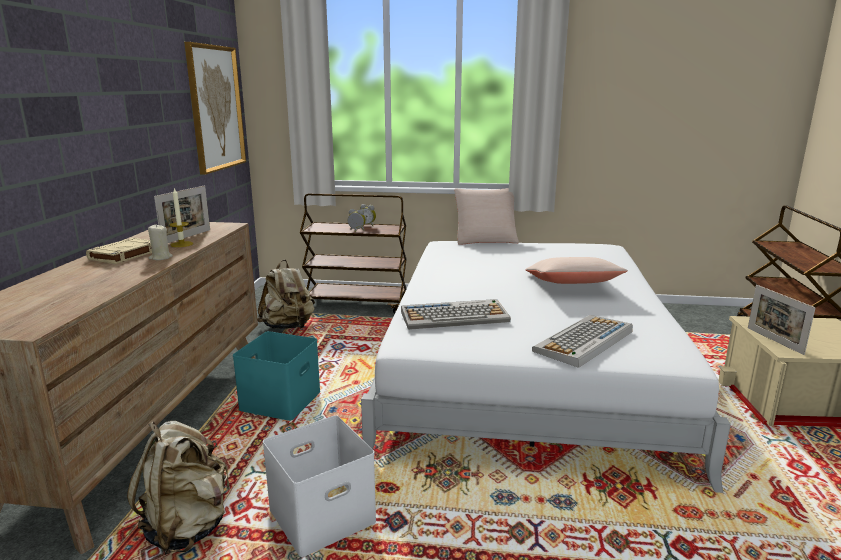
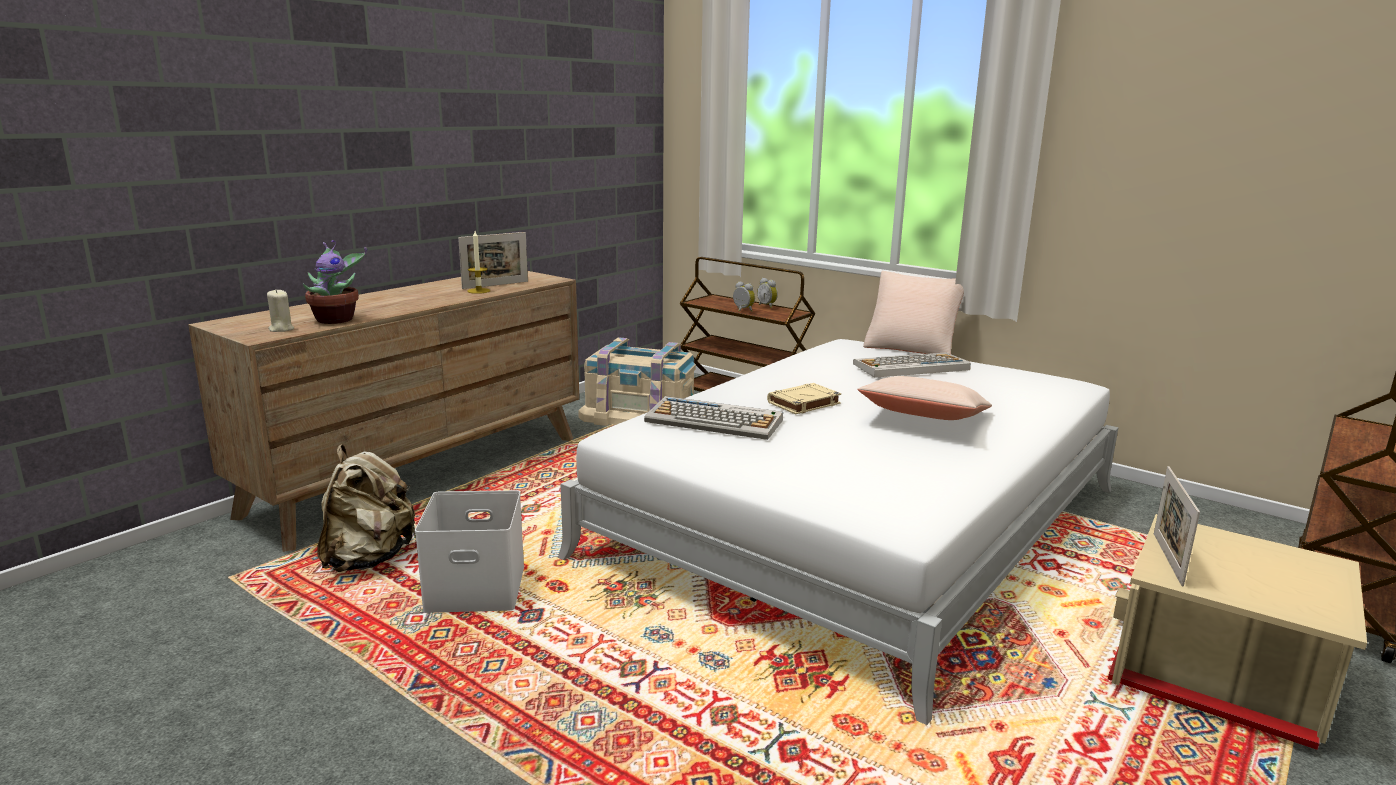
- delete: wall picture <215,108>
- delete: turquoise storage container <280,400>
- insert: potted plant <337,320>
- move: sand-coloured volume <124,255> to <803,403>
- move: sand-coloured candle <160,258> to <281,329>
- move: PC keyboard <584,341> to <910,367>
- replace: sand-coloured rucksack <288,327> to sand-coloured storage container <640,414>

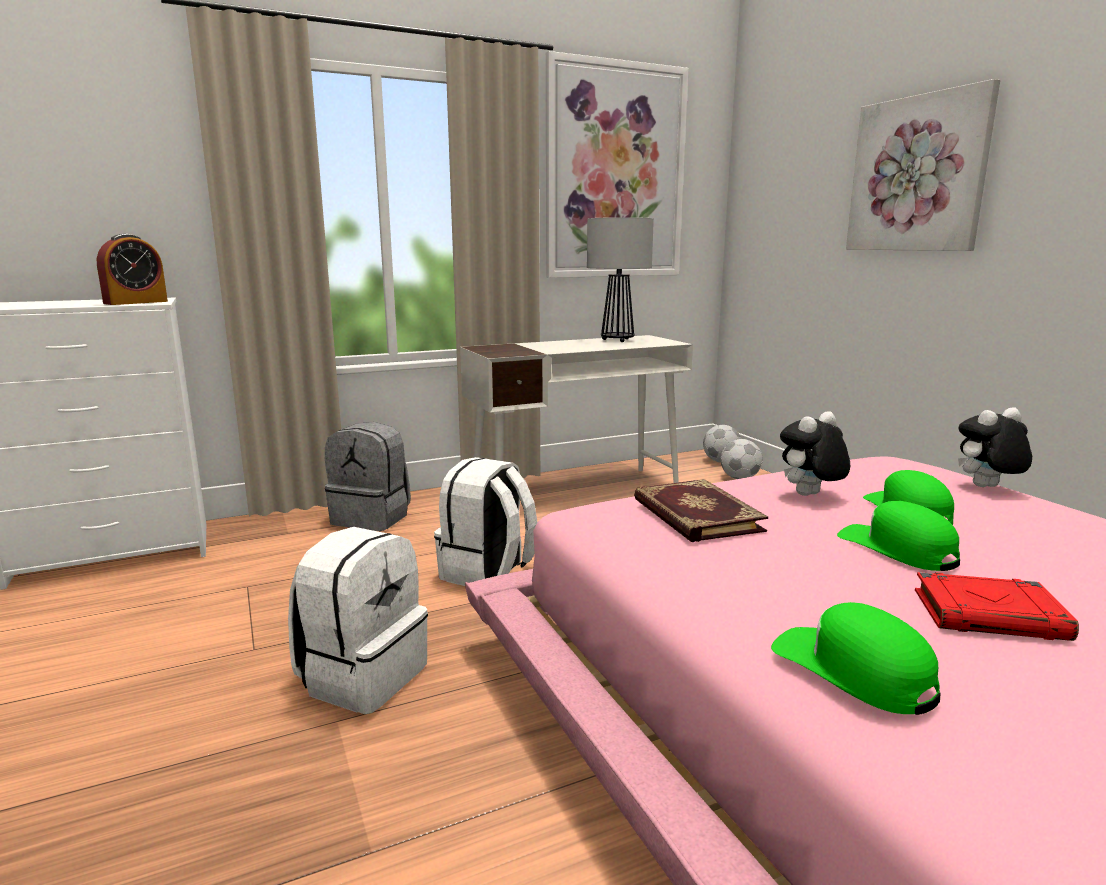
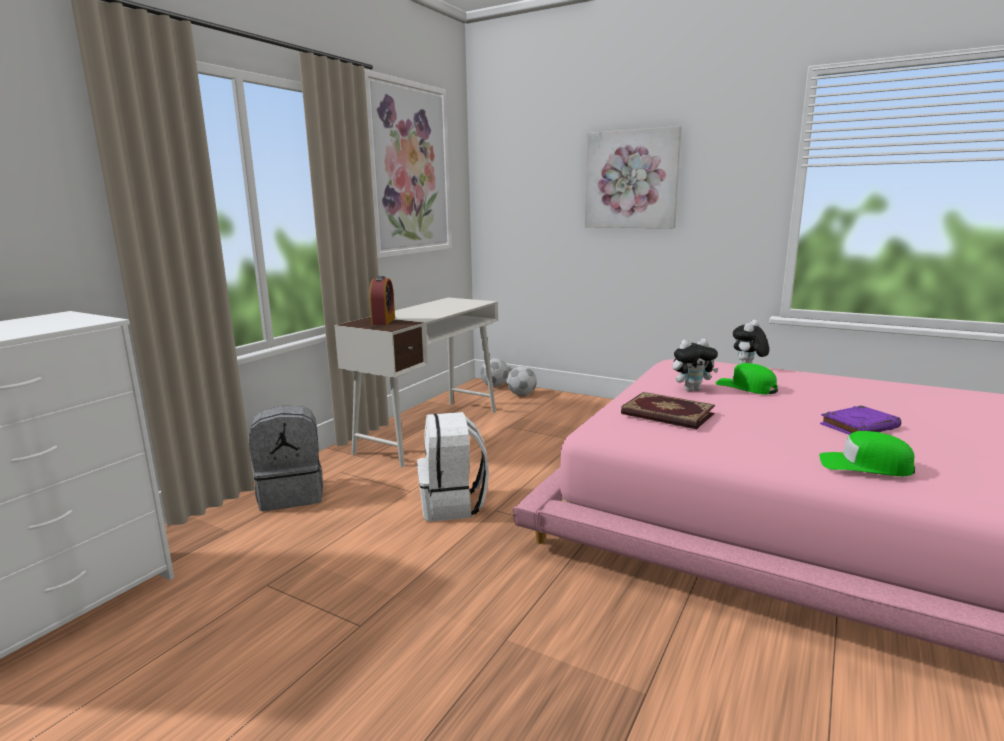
- delete: white rucksack <363,676>
- delete: tabletop lamp <617,340>
- delete: green-coloured cap <897,548>
- move: bedside clock <136,302> to <383,321>
- recolor: red-coloured volume <990,615> to purple-coloured volume <859,426>
- rotate: cuddly toy <810,496> = <692,389> 120 degrees counterclockwise

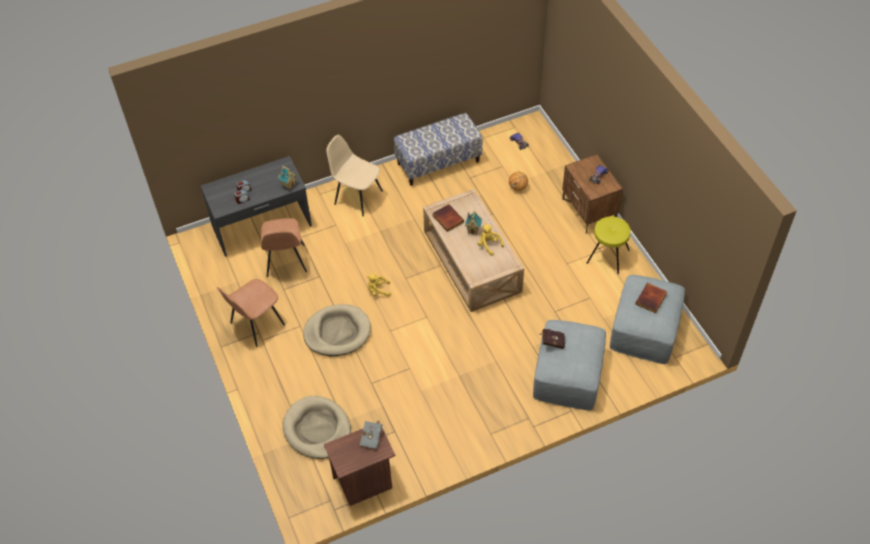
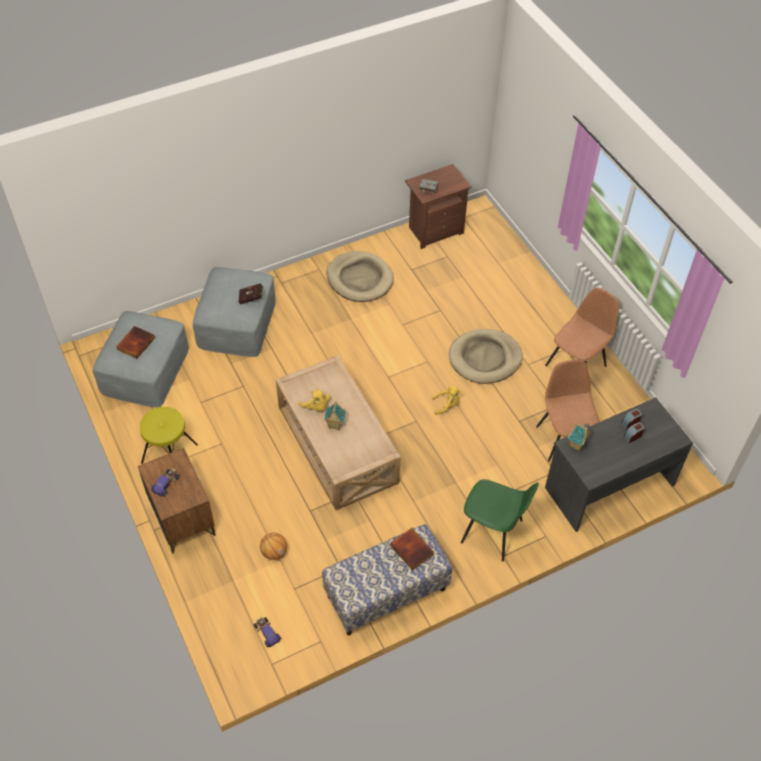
- move: sand-coloured dog cushion <317,429> to <360,279>
- move: volume <447,219> to <412,549>
- recolor: sand-coloured chair <357,197> to green-coloured chair <493,532>

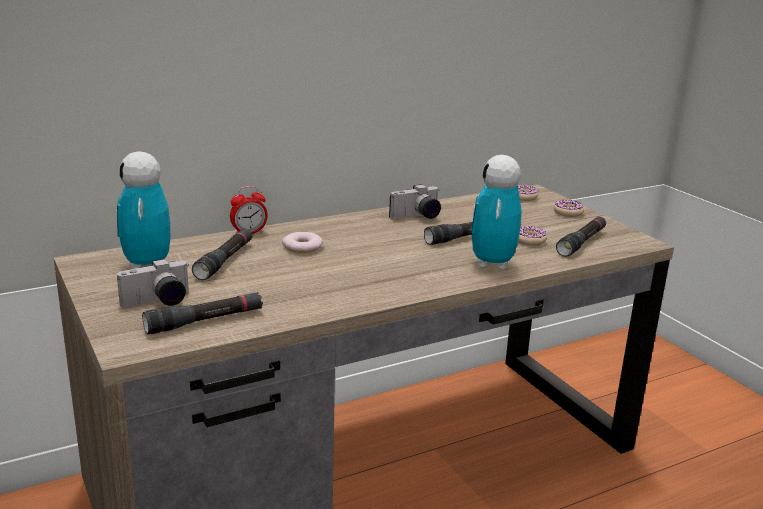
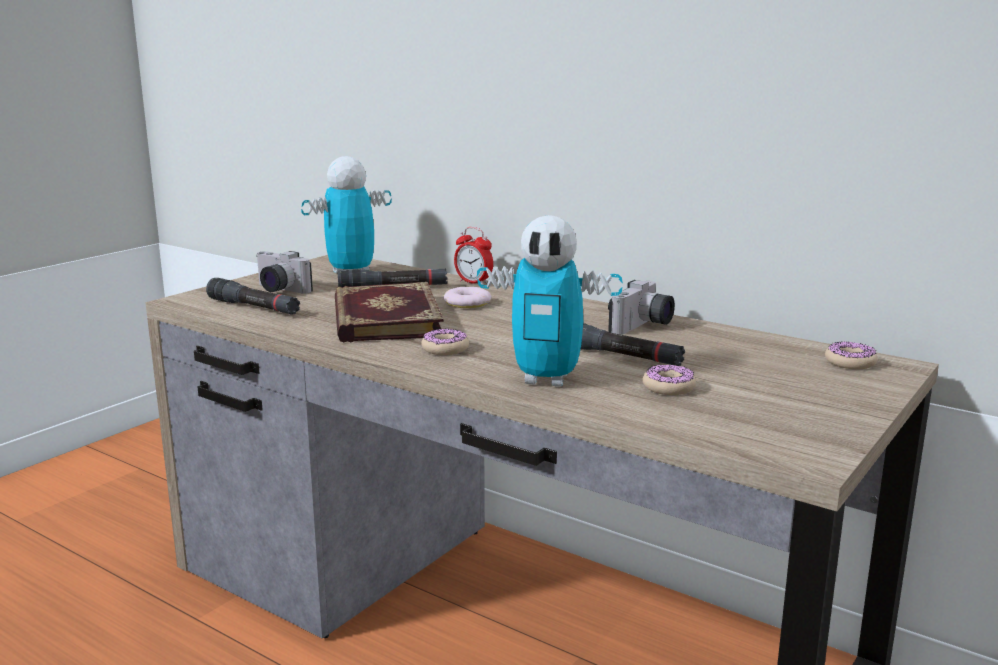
- delete: black-coloured hand torch <581,243>
- insert: volume <384,318>
- move: ring doughnut <568,212> to <445,349>
- rotate: photo camera <417,217> = <643,326> 90 degrees counterclockwise
- rotate: robot figure <492,263> = <546,379> 150 degrees counterclockwise

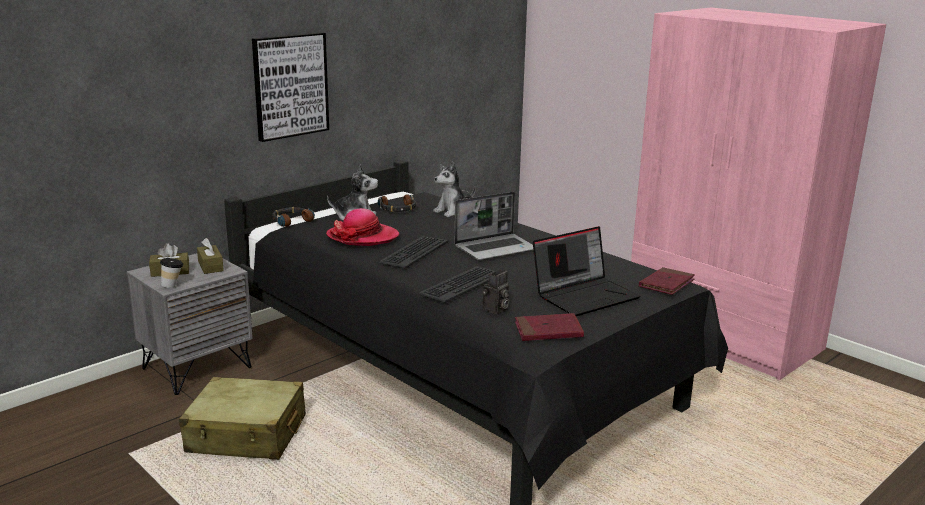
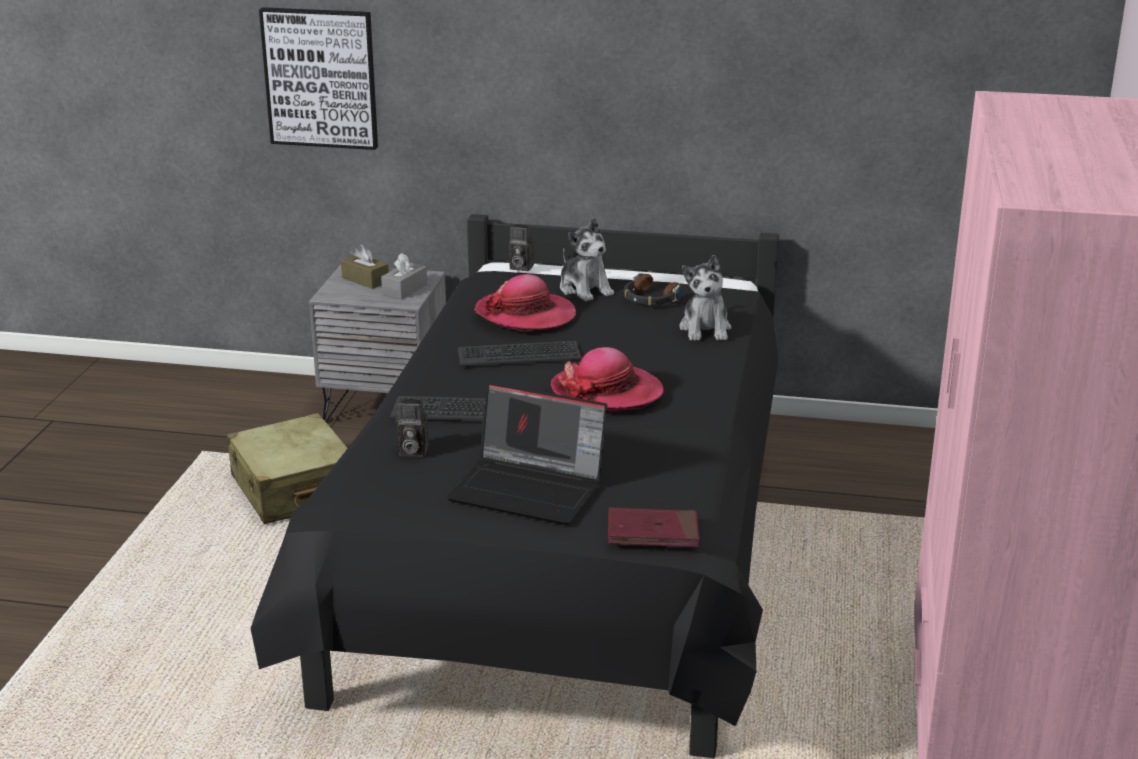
- delete: drinking cup <173,286>
- delete: red-coloured volume <548,331>
- move: wall picture <290,85> to <321,78>
- replace: pair of headphones <292,221> to photo camera <520,267>
- replace: portable computer <496,248> to clothing hat <606,392>
- recolor: brownish tissue box <210,266> to gray tissue box <404,289>
- rotate: cuddly toy <454,211> = <705,329> 105 degrees counterclockwise

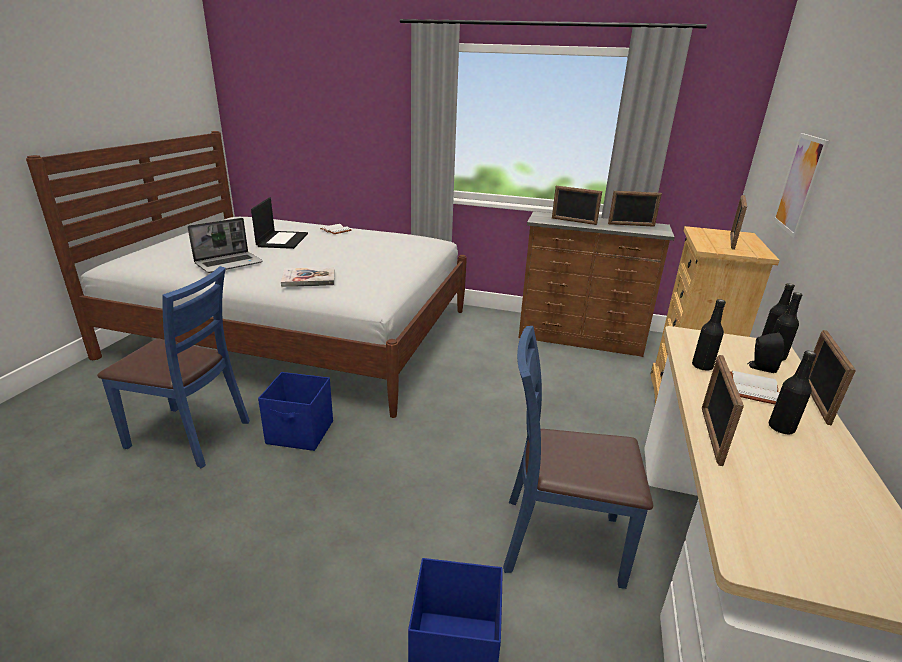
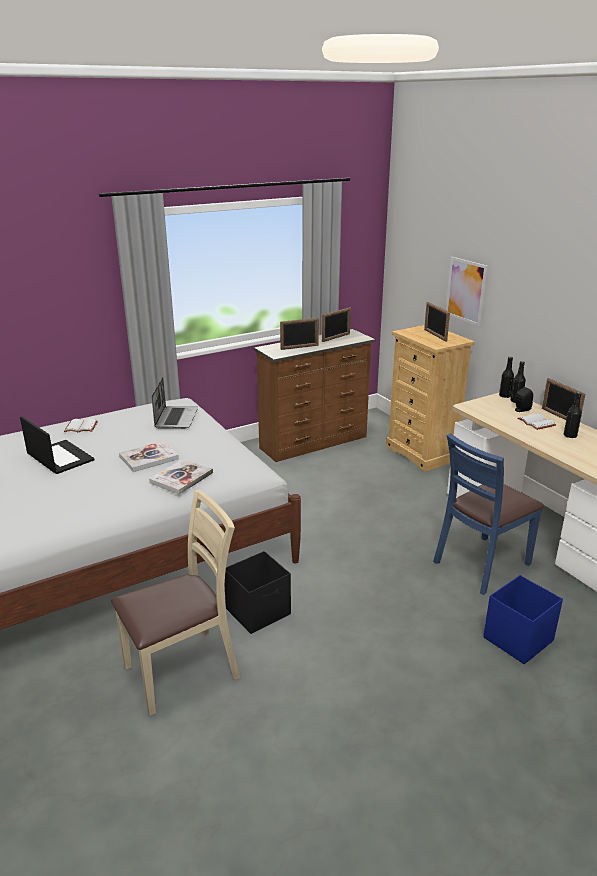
- delete: black-coloured beverage bottle <702,366>
- delete: picture frame <711,435>
- insert: volume <149,458>
- move: portable computer <229,263> to <176,418>
- recolor: blue chair <189,435> to sand-coloured chair <183,670>
- recolor: blue storage container <301,433> to black-coloured storage container <259,611>

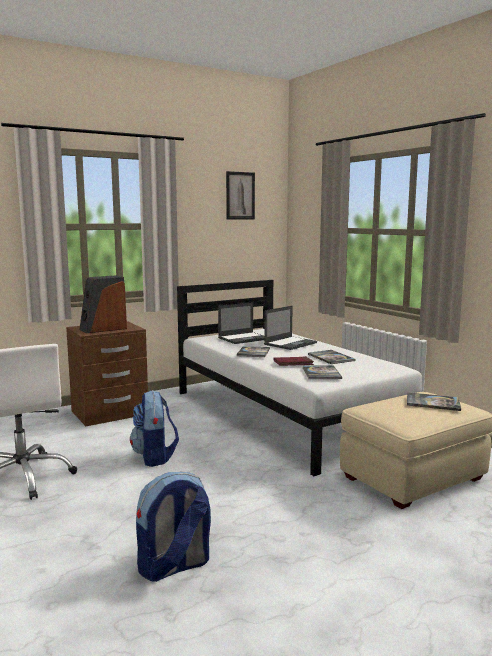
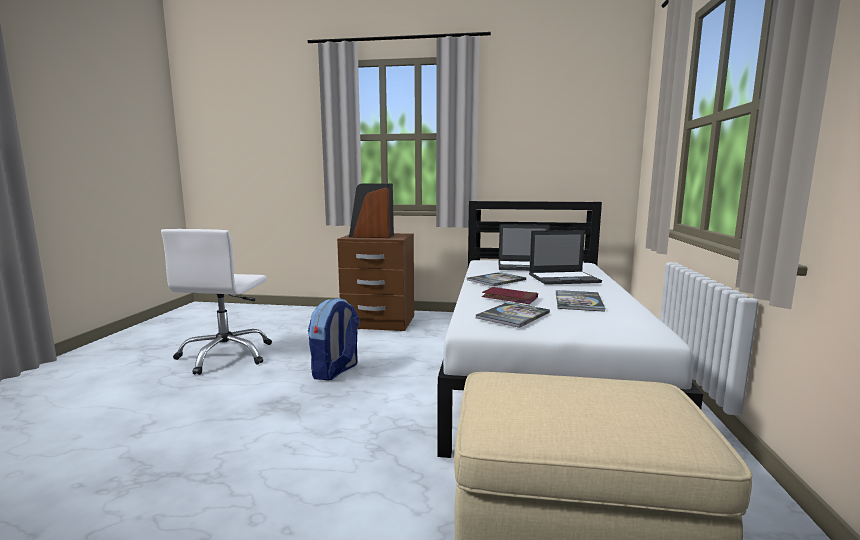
- delete: rucksack <174,567>
- delete: wall picture <240,195>
- delete: volume <432,402>

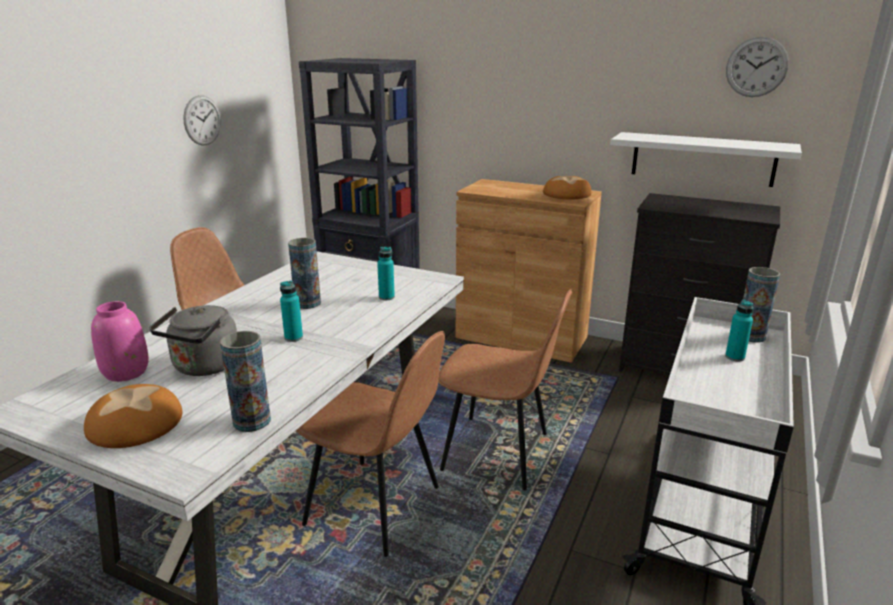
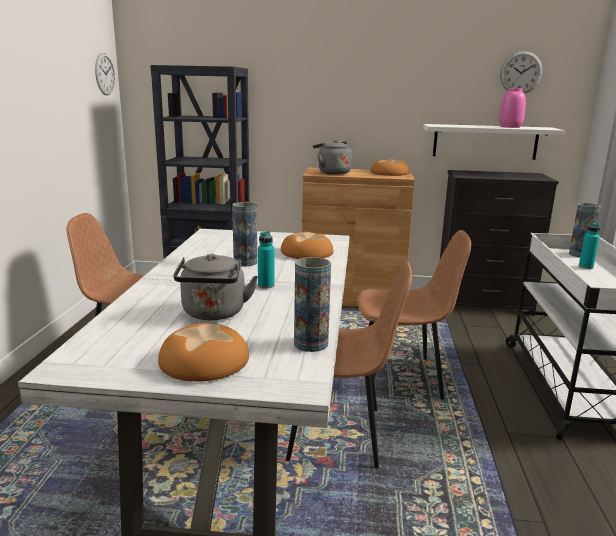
- insert: gray tea kettle <332,172>
- move: pinkish decorative vase <125,372> to <509,127>
- move: hanging clock <202,120> to <104,74>
- replace: turquoise beverage bottle <386,297> to bread <307,253>

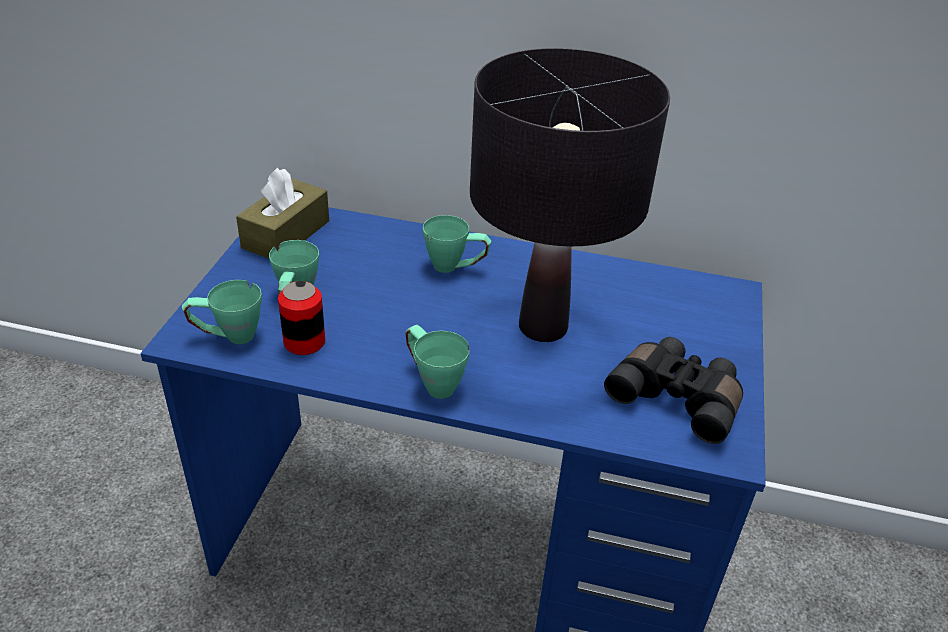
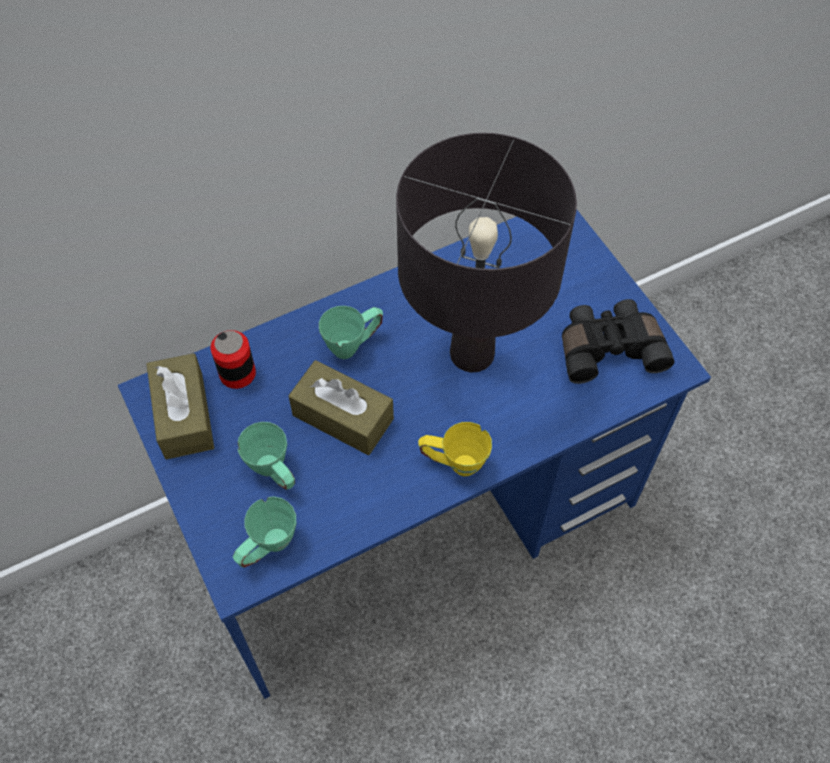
- insert: brownish tissue box <343,417>
- move: can <304,342> to <237,374>
- recolor: green-coloured tea mug <432,382> to yellow-coloured tea mug <453,464>

